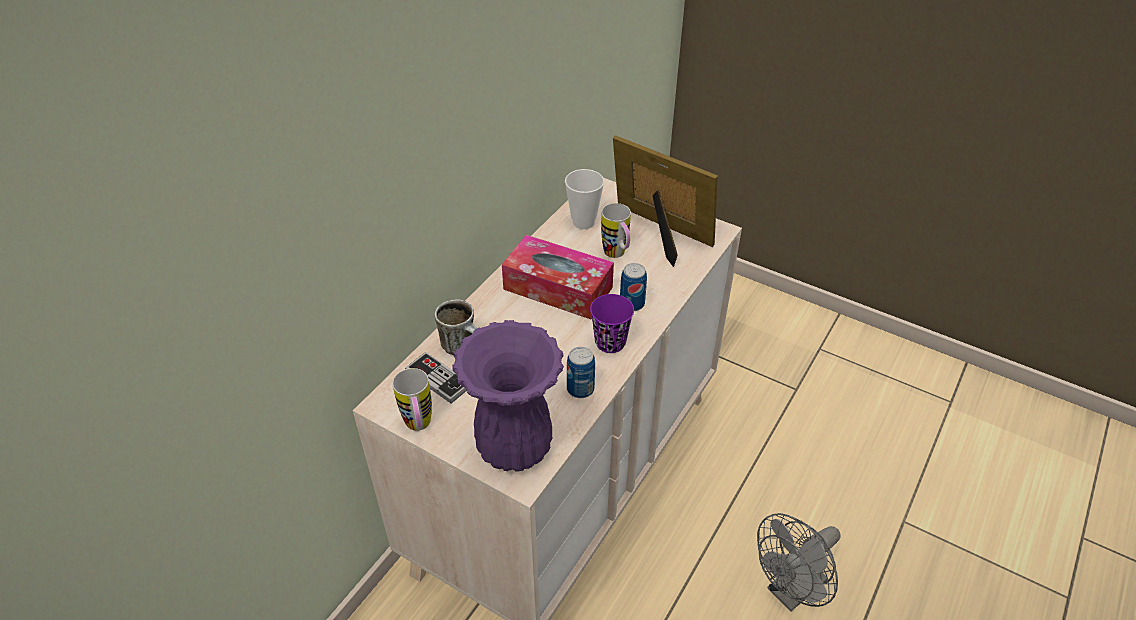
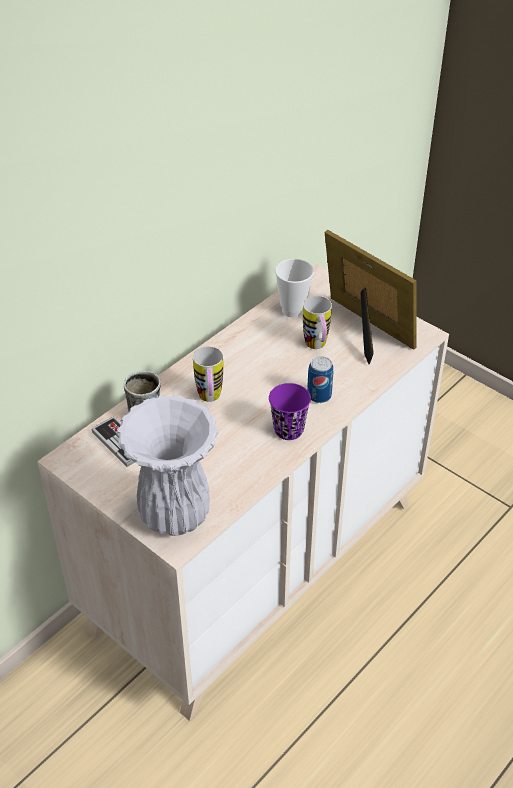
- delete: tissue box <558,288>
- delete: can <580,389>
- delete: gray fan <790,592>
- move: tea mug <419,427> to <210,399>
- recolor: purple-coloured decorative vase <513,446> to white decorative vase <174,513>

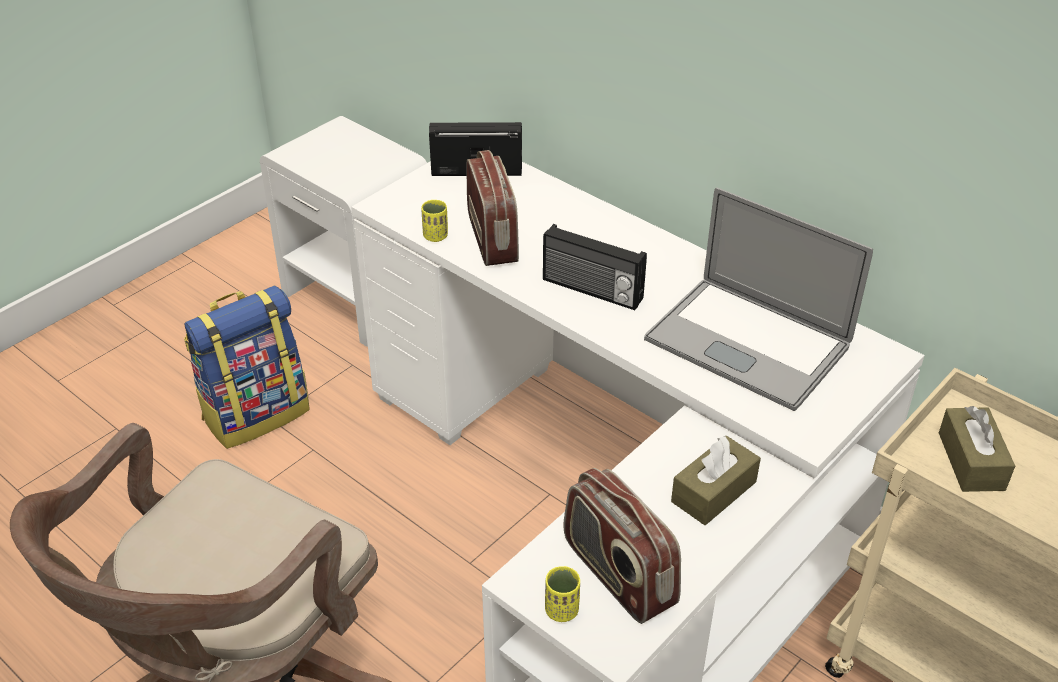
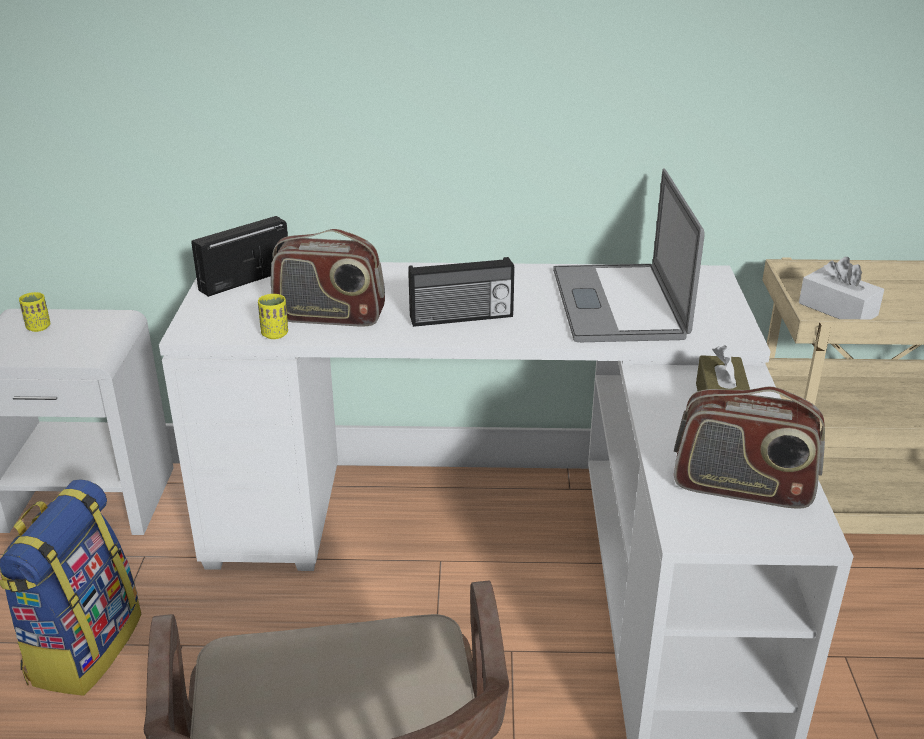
- move: yellow-coloured drinking cup <561,610> to <38,327>
- recolor: brownish tissue box <971,461> to white tissue box <837,309>
- rotate: radio set <493,238> = <329,317> 150 degrees clockwise
- rotate: portable computer <747,343> = <618,303> 90 degrees clockwise

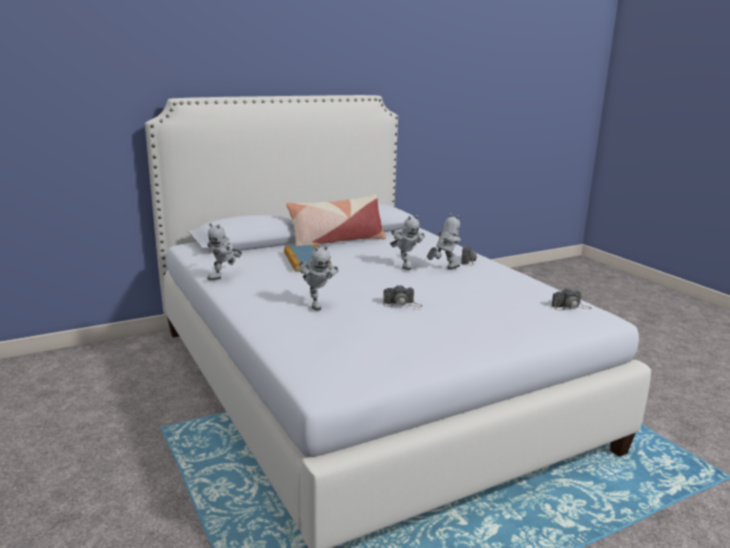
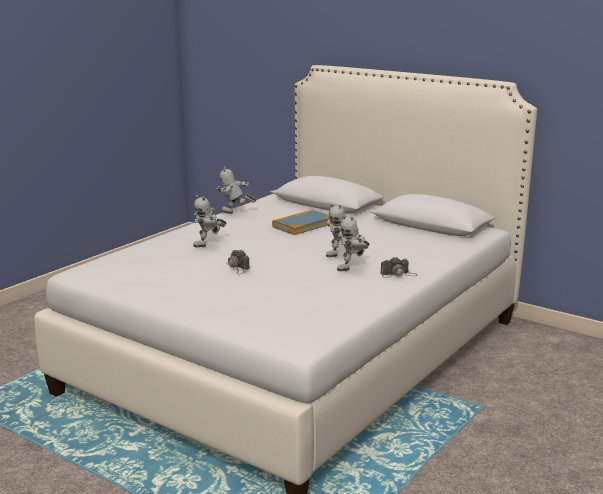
- delete: throw pillow <337,241>
- delete: photo camera <571,307>
- rotate: robot figure <443,269> = <353,268> 105 degrees clockwise

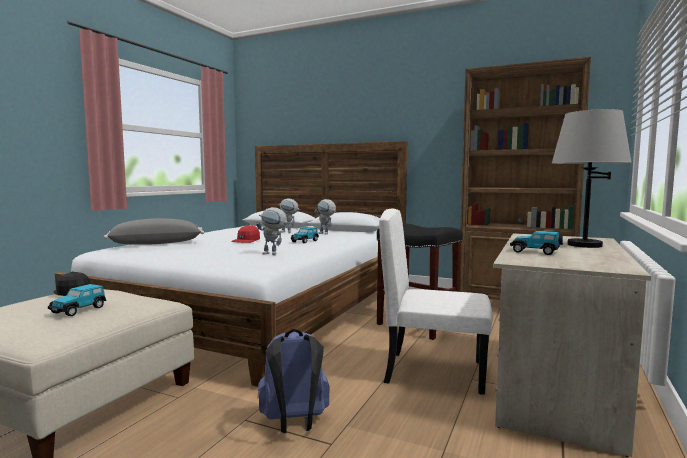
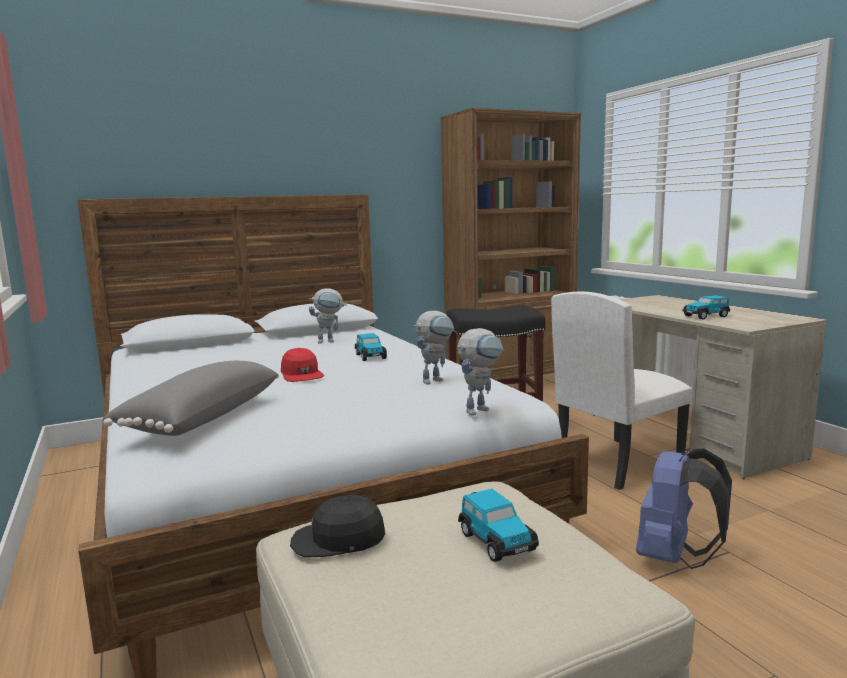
- delete: gray tabletop lamp <584,245>
- move: robot figure <289,232> to <480,409>

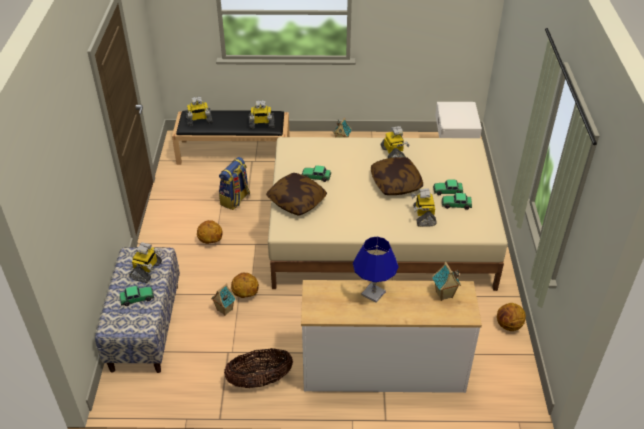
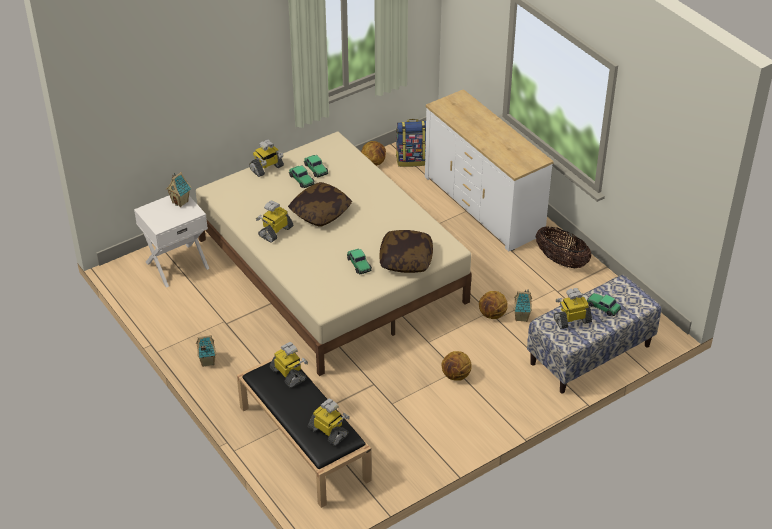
- delete: blue tabletop lamp <373,293>
- move: rucksack <235,200> to <412,160>
- move: robot figure <423,216> to <267,168>
- move: toy house <444,295> to <180,202>

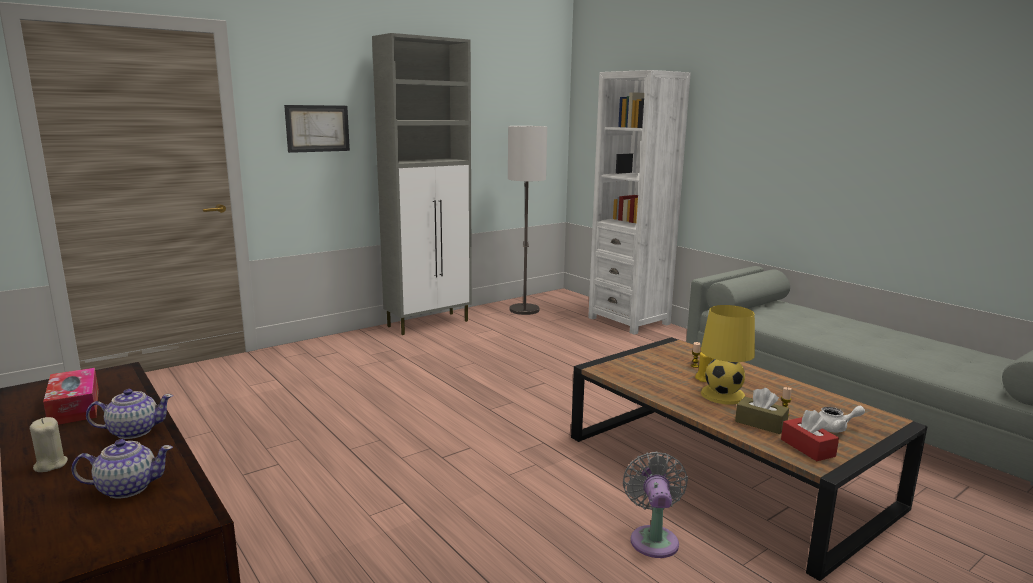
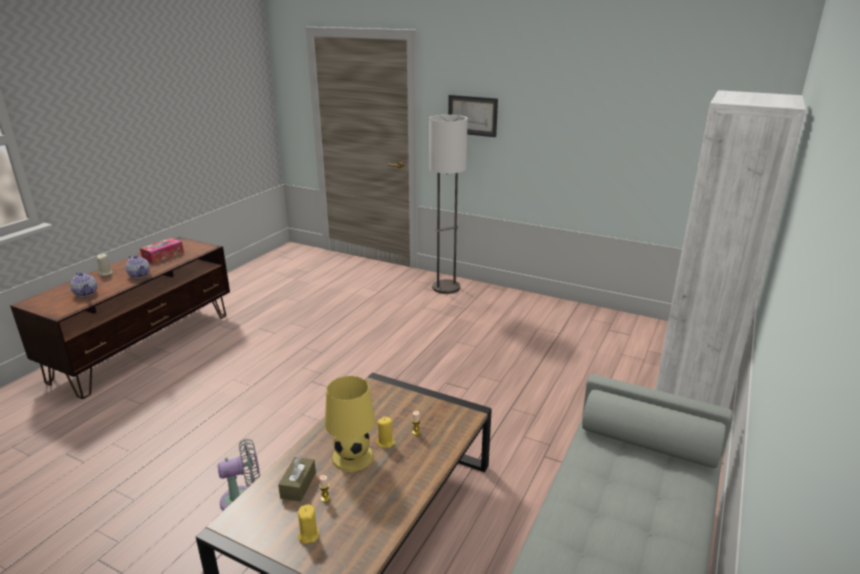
- delete: gray cabinet <429,323>
- delete: red-coloured tissue box <807,448>
- move: standing lamp <524,310> to <446,287>
- replace: white tea pot <835,428> to yellow-coloured candle <308,535>

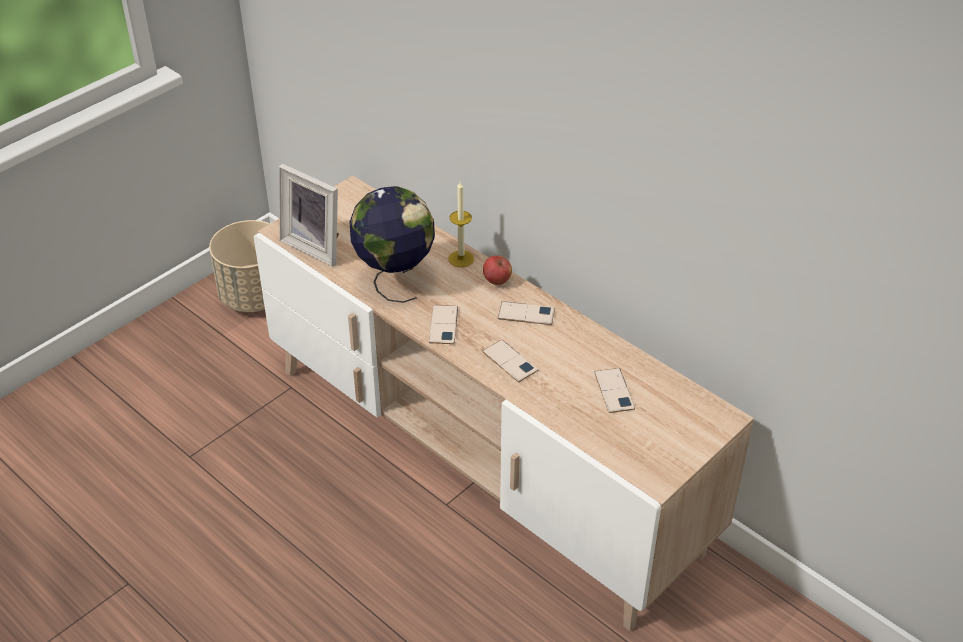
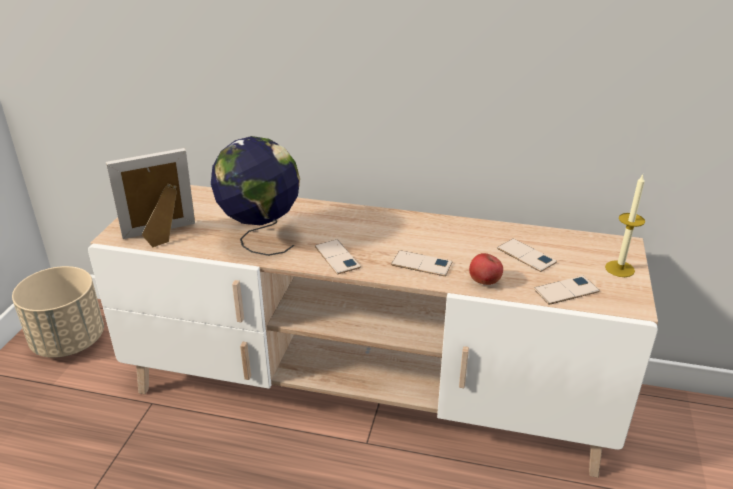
- move: candle <461,259> to <619,269>
- move: apple fruit <497,281> to <484,282>
- move: handset <526,314> to <566,290>
- rotate: picture frame <316,245> = <161,236> 150 degrees clockwise

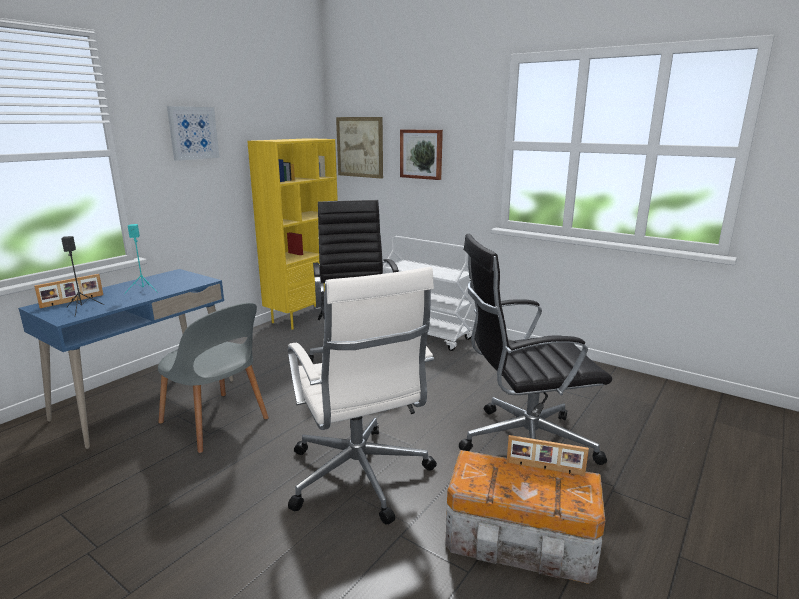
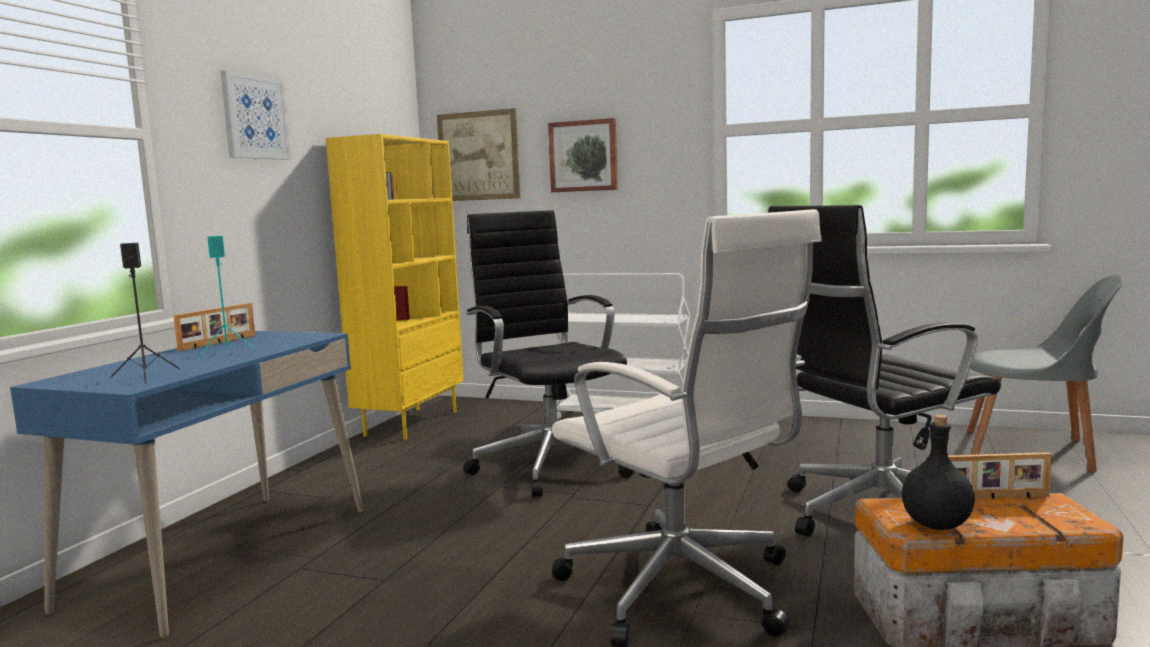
- insert: black-coloured beverage bottle <937,525>
- move: picture frame <72,301> to <219,343>
- move: gray chair <216,423> to <1034,451>

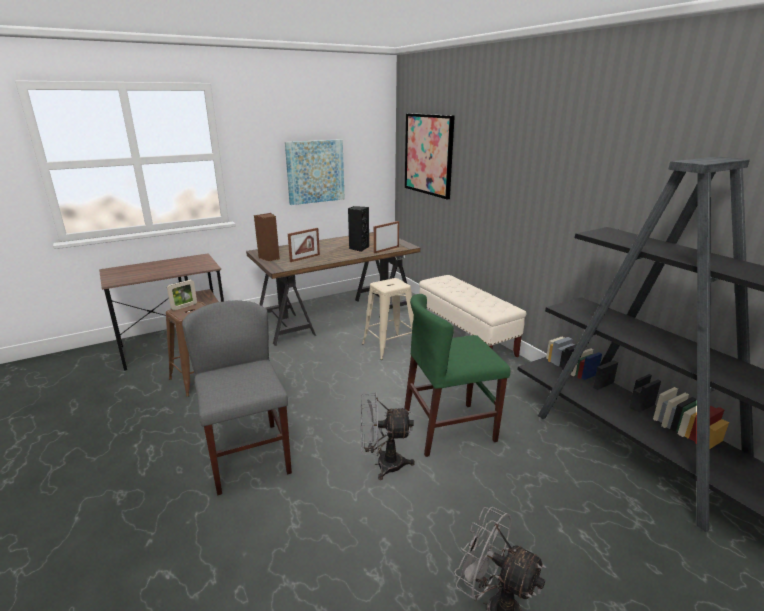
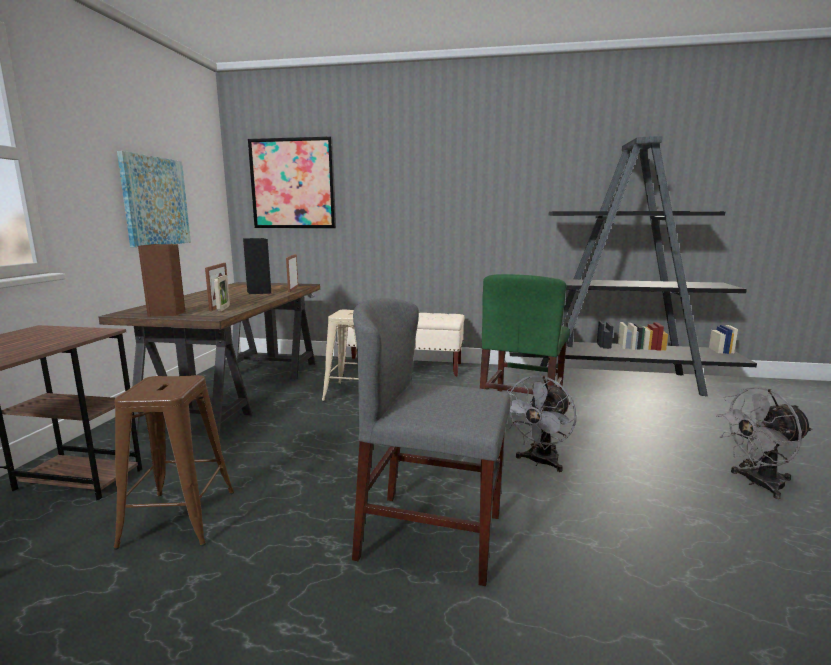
- move: picture frame <184,306> to <223,308>

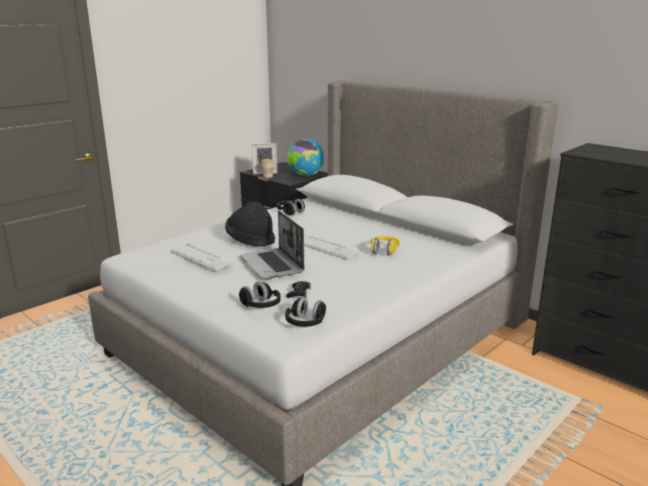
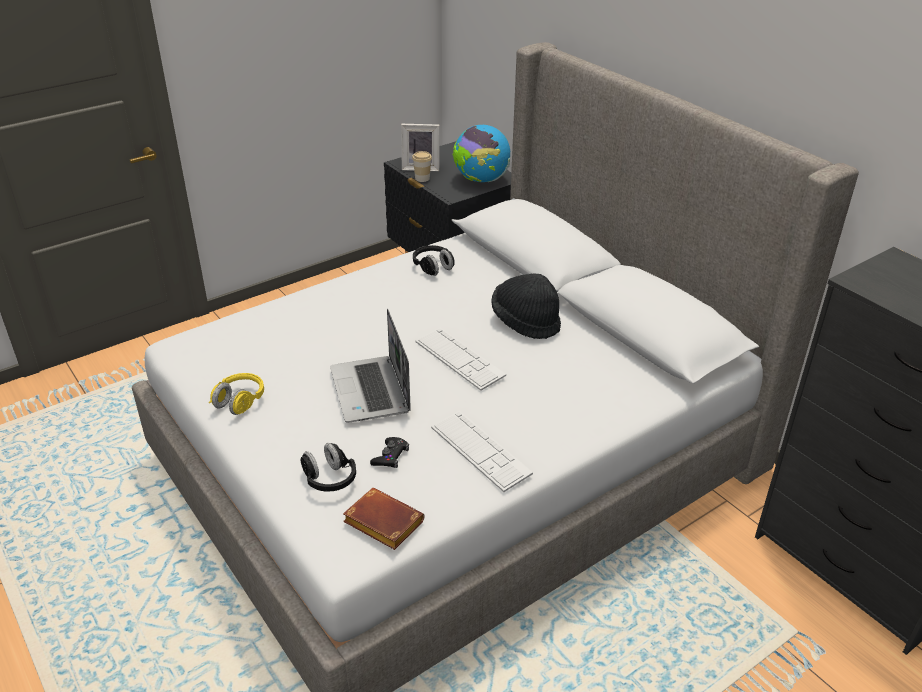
- move: PC keyboard <201,257> to <480,451>
- move: black-coloured clothing hat <250,240> to <525,321>
- move: yellow-coloured pair of headphones <384,251> to <239,401>
- replace: black-coloured pair of headphones <306,323> to brownish volume <381,523>

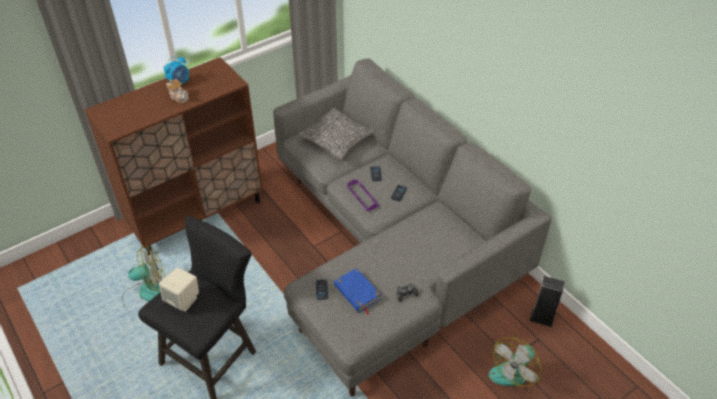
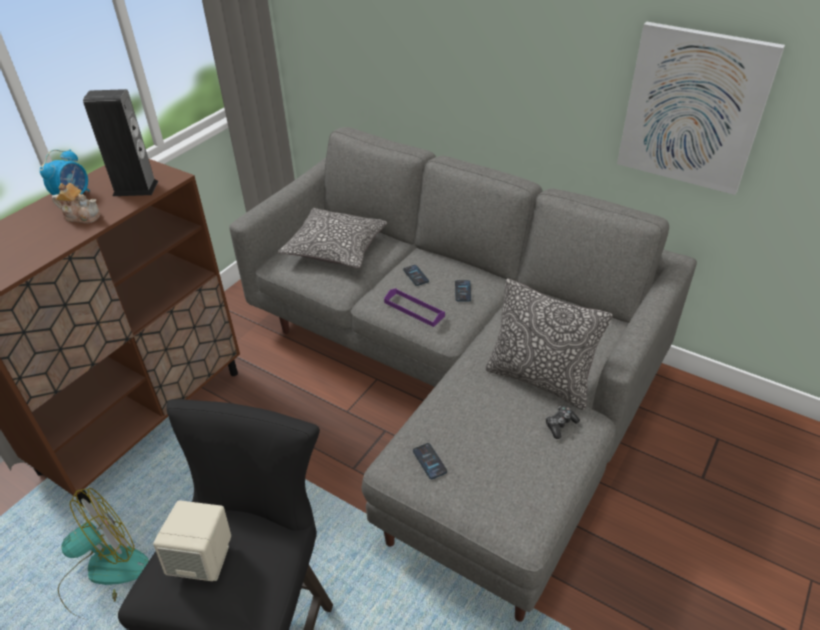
- delete: blue volume <357,292>
- delete: fan <513,369>
- insert: throw pillow <539,379>
- insert: wall picture <693,109>
- move: audio speaker <542,317> to <135,188>

